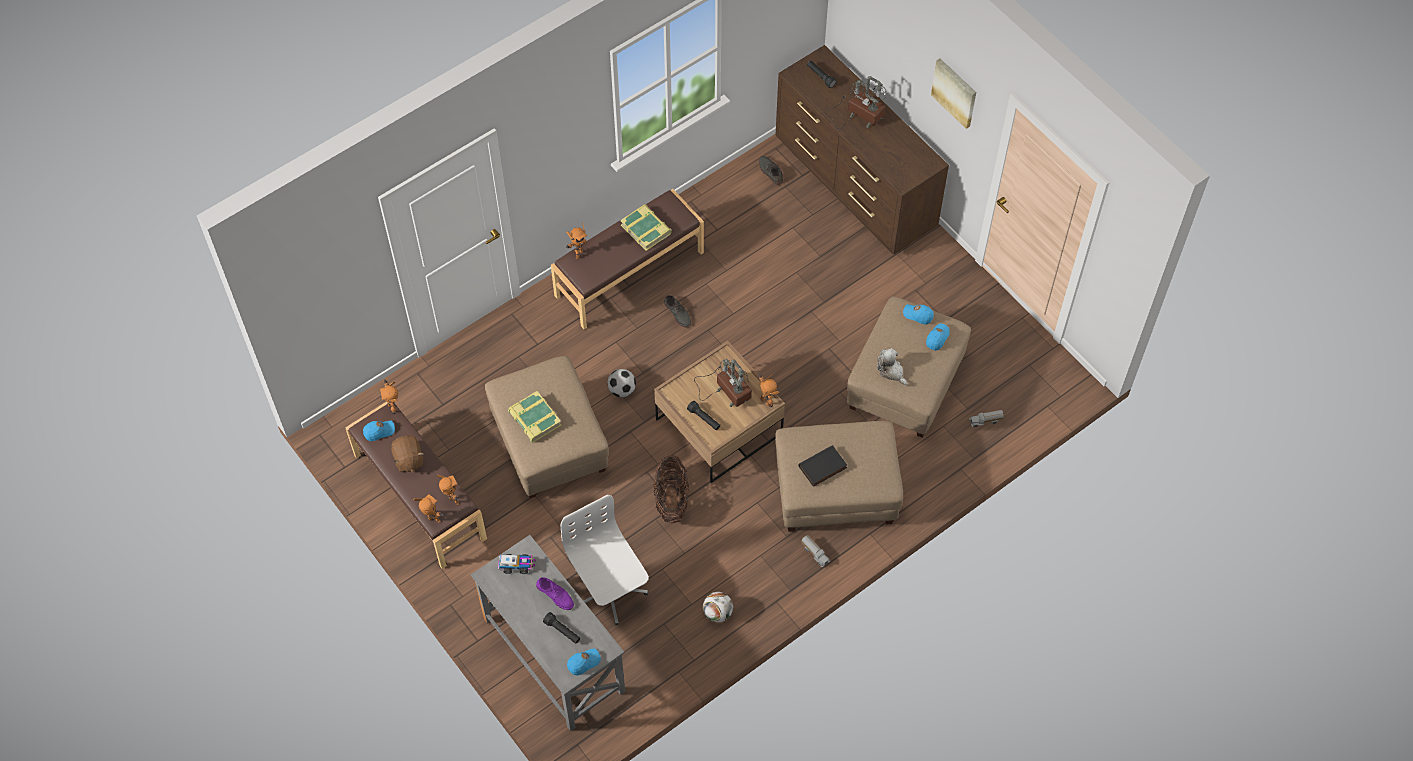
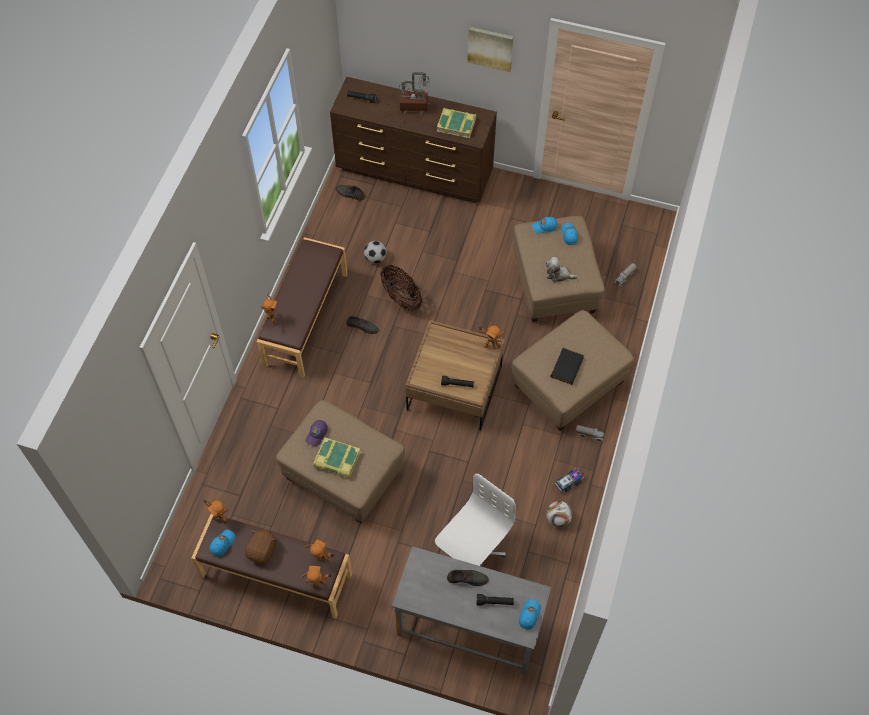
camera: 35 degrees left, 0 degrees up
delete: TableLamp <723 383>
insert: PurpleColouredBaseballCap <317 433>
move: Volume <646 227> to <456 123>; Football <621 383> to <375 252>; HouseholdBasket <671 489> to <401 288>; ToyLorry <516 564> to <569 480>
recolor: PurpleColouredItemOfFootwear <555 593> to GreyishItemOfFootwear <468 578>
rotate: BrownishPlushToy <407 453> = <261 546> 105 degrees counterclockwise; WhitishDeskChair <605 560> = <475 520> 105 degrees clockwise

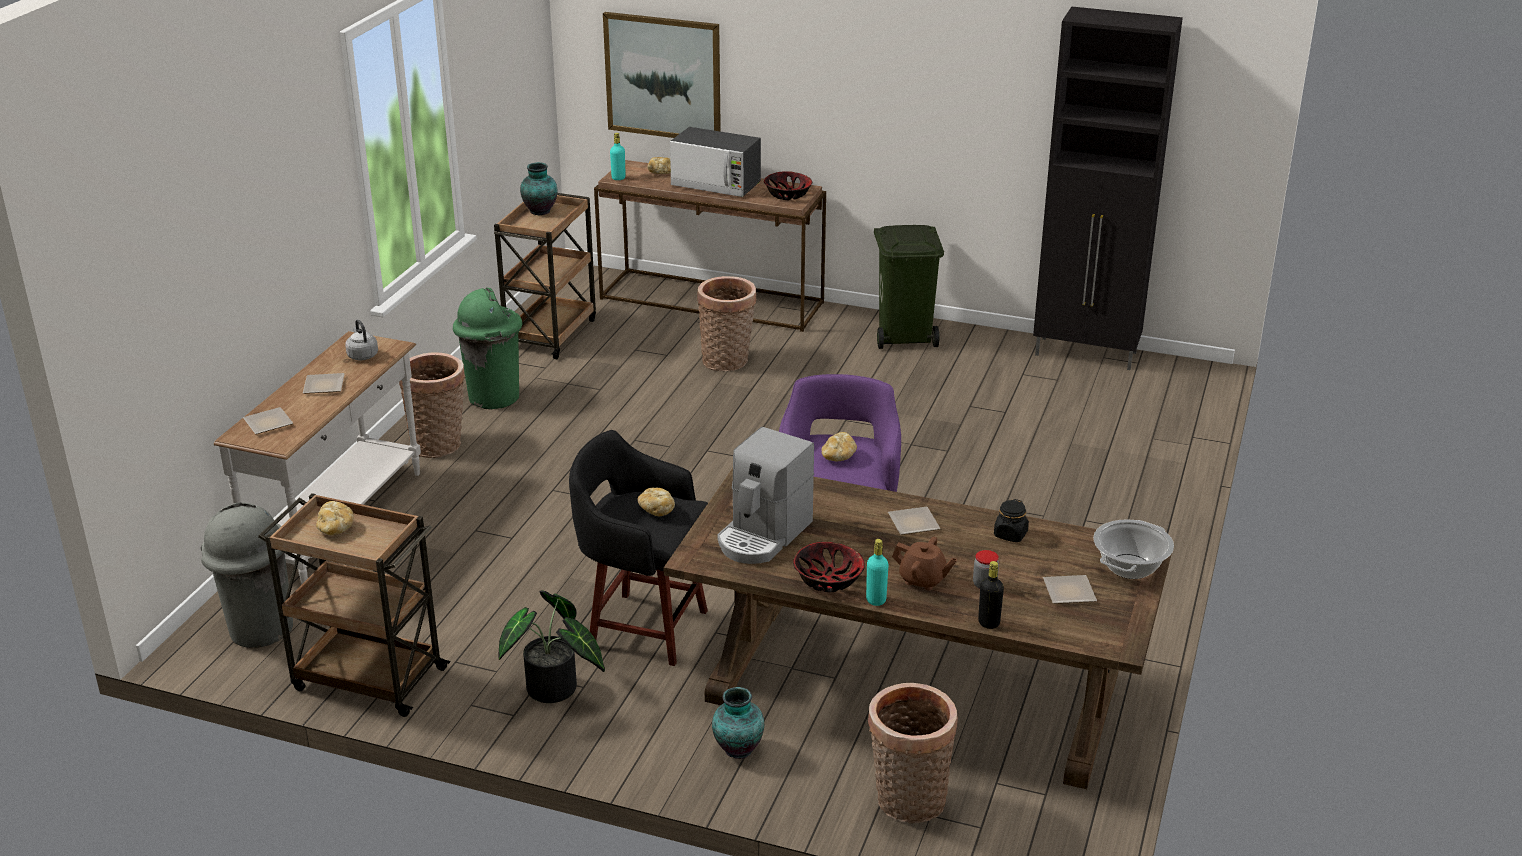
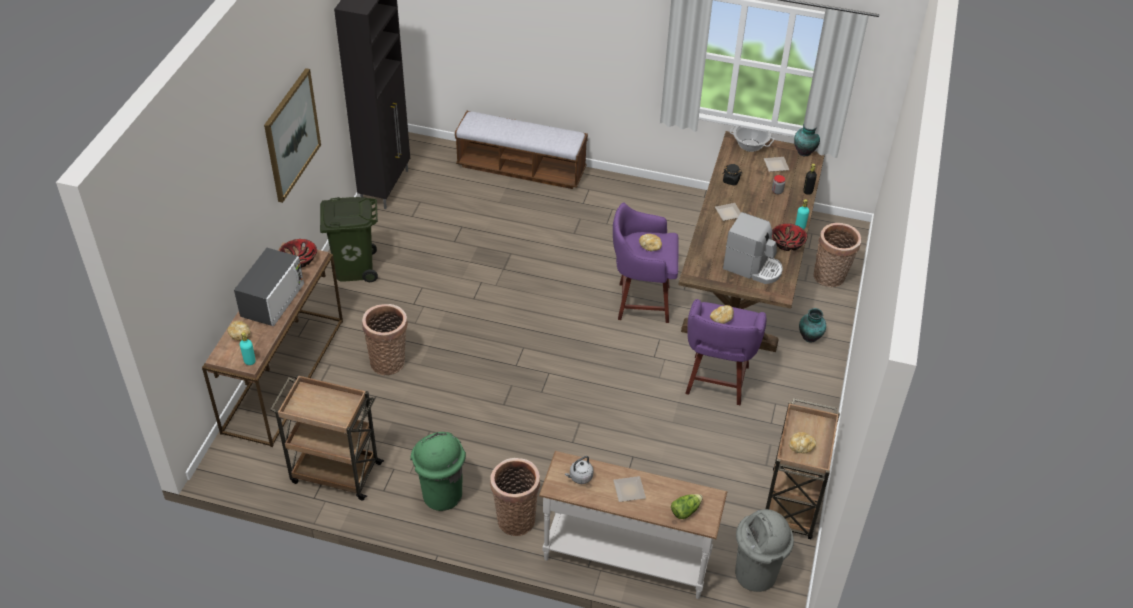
camera: 95 degrees left, 15 degrees up
delete: BrownishTeaPot <924 563>; PlantInAPot <551 646>
insert: IndoorBench <521 150>
move: Picture <662 75> to <292 135>; DecorativeVase <538 188> to <807 139>
replace: DinnerPlate <268 420> to HeadOfLettuce <687 506>
recolor: BlackColouredSittingStool <638 548> to PurpleColouredSittingStool <725 352>

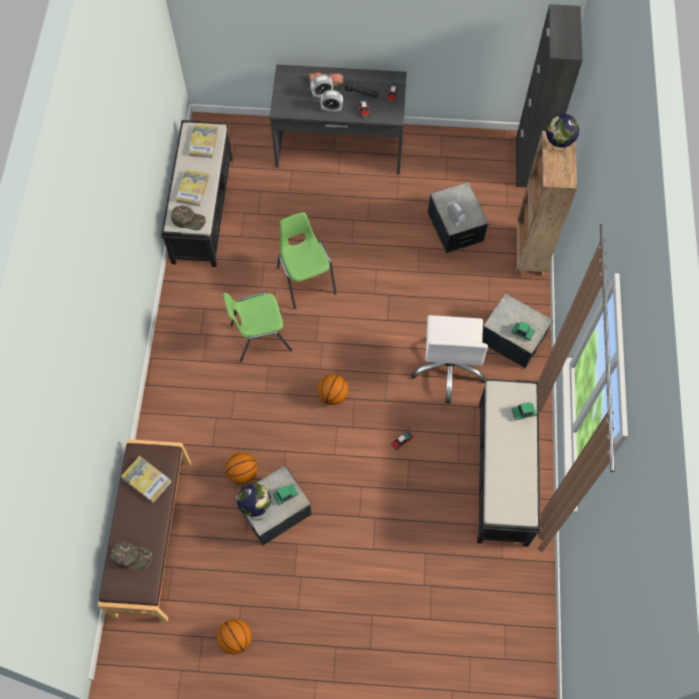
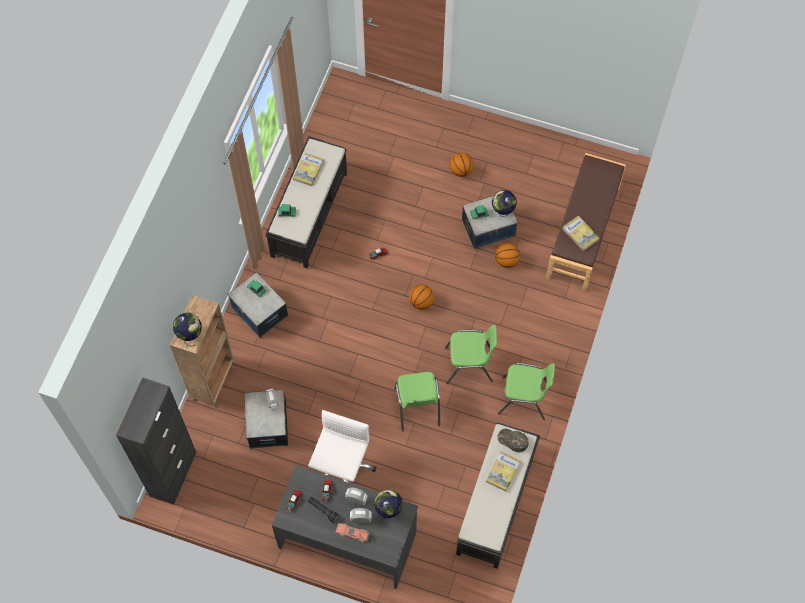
camera: 165 degrees left, 0 degrees up
delete: GreenBaseballCap <131 556>
insert: GreenChair <526 391>; Globe <388 503>
move: Volume <203 141> to <308 169>; WhitishDeskChair <449 359> to <342 446>; BallForBasketball <234 637> to <461 165>

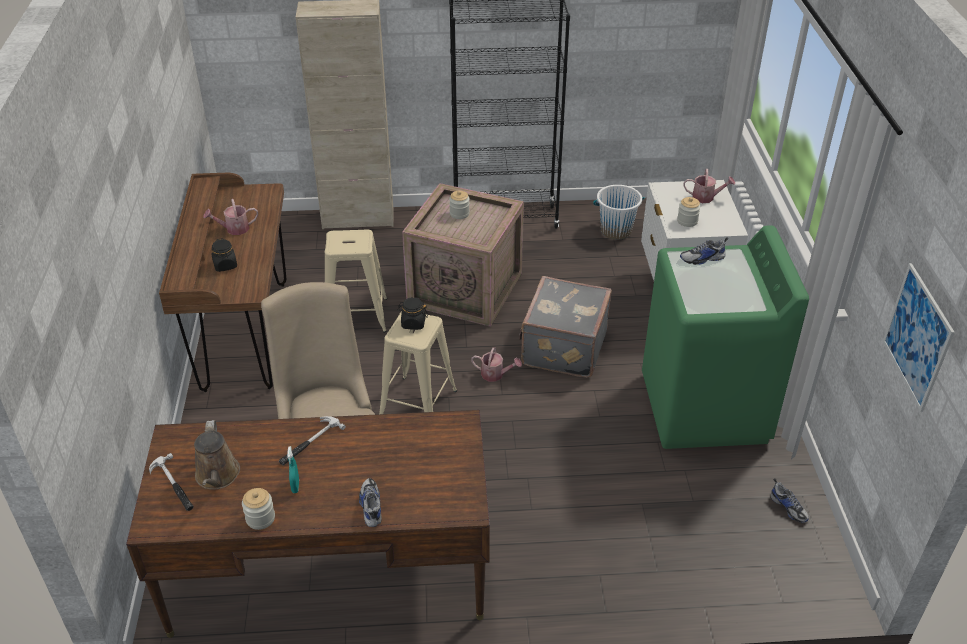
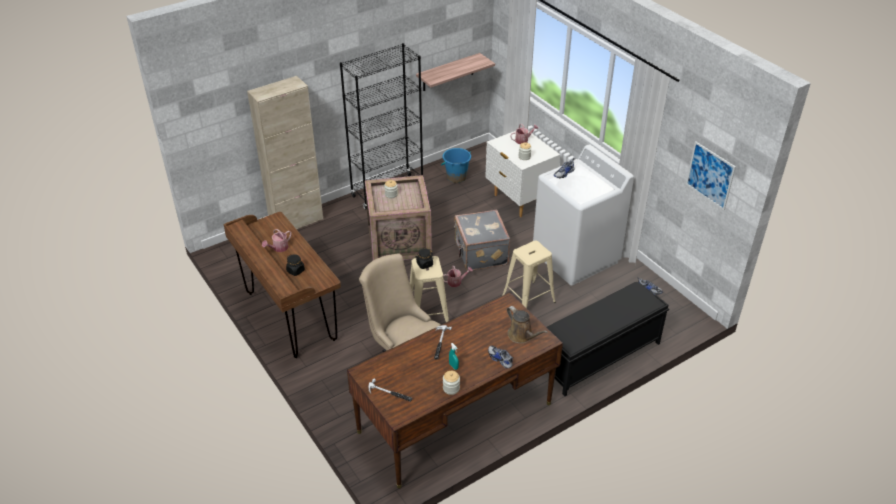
camera: 30 degrees left, 0 degrees up
insert: BracketShelf <455 72>; BlackColouredIndoorBench <608 339>
move: BeigeColouredSittingStool <356 281> to <529 274>; BrownishSprinklingCan <217 455> to <527 324>
recolor: WhitishPail <619 212> to BlueColouredPail <456 165>; GreenLaundryAppliance <725 337> to WhitishLaundryAppliance <583 214>

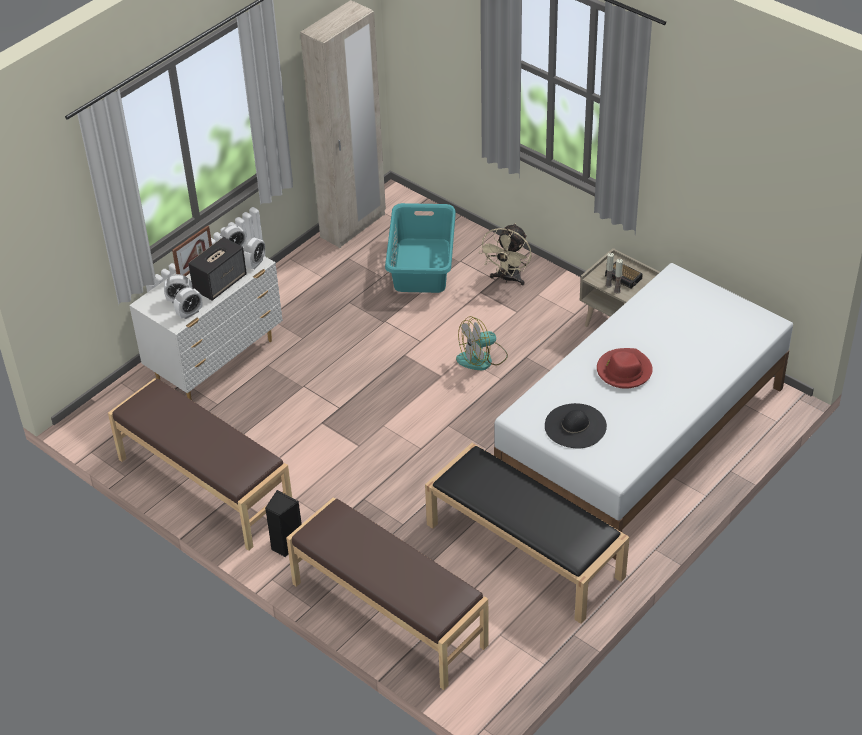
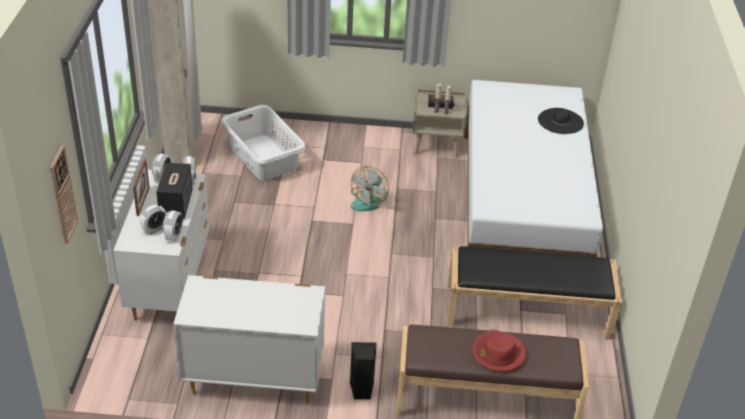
camera: 40 degrees left, 5 degrees down
delete: BeigeColouredFan <505 254>
insert: WallClock <64 194>
move: RedHat <625 368> to <499 351>; BlackColouredHat <576 425> to <561 121>
replace: BrownishIndoorBench <200 464> to WhitishChestOfDrawers <249 339>
recolor: BlueGreenHamper <420 248> to WhitishHamper <263 143>

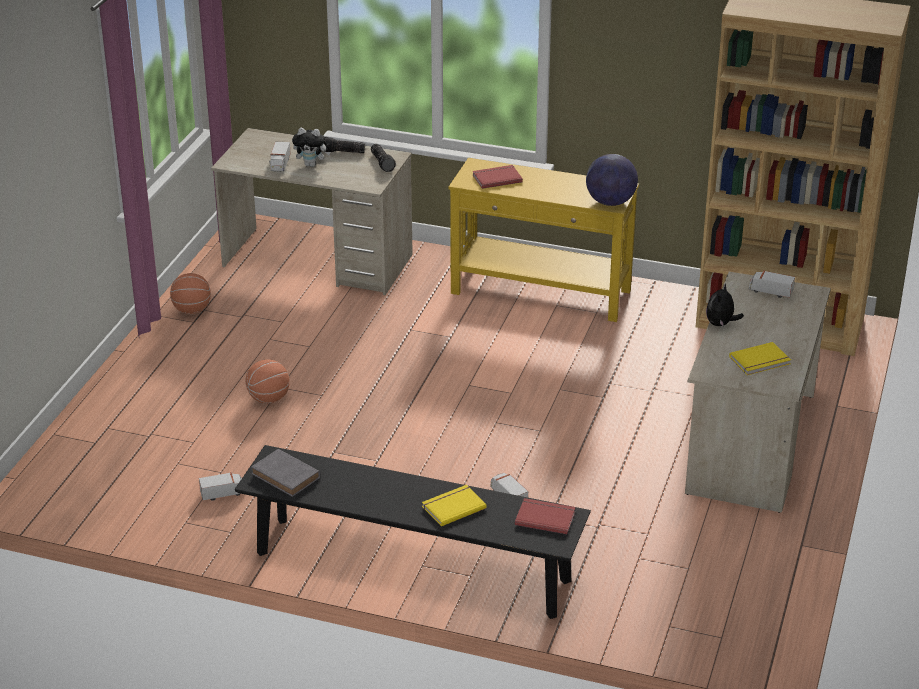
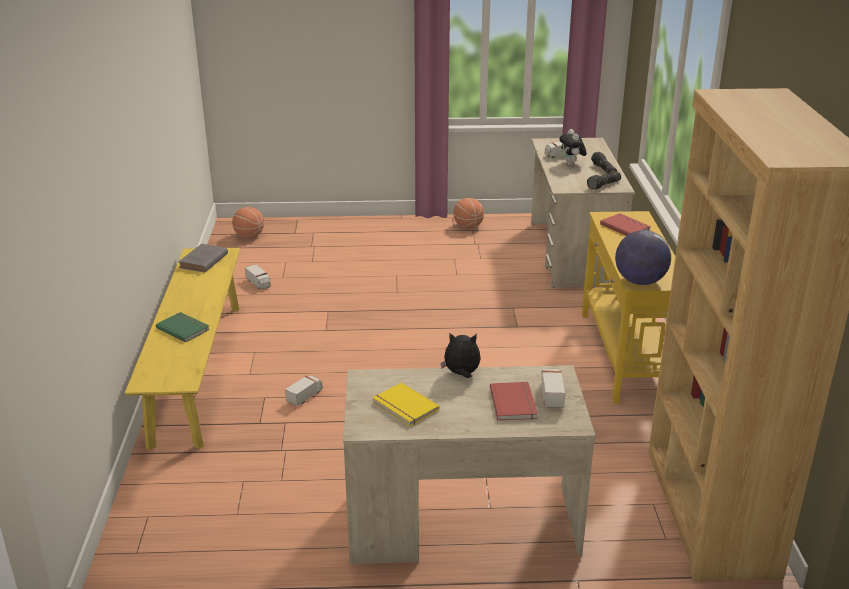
camera: 70 degrees right, 5 degrees down
move: BallForBasketball <268 381> to <248 222>; RedVolume <545 516> to <514 401>
recolor: BlackColouredIndoorBench <413 532> to YellowColouredIndoorBench <182 349>; YellowColouredVolume <454 505> to GreenVolume <183 327>

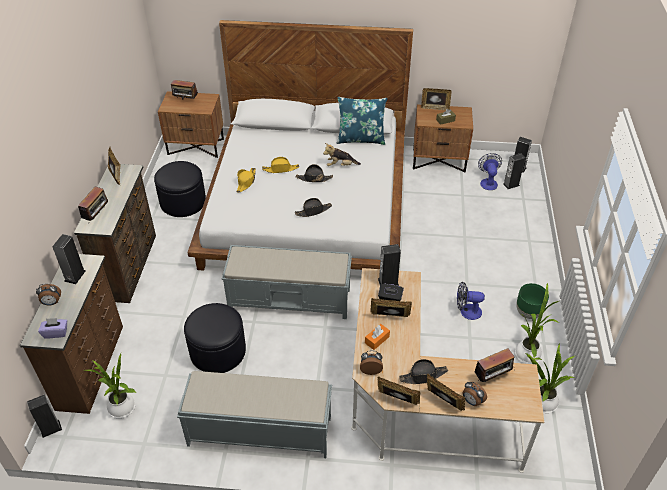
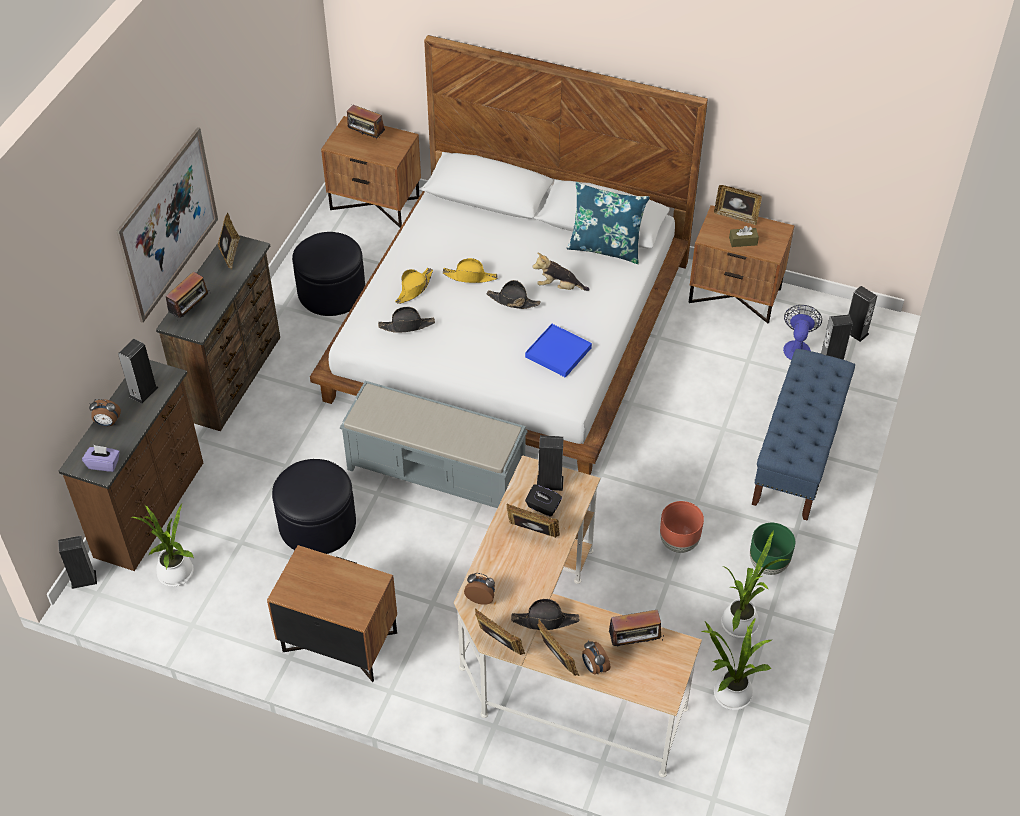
camera: 15 degrees right, 5 degrees up
delete: OrangeBoxOfTissues <377 337>
insert: Picture <167 225>; BlueColouredCarryingTray <558 351>; BlueColouredIndoorBench <803 435>
move: BlackColouredHat <313 207> to <406 320>
replace: Fan <471 300> to BrownishPlanter <682 527>; GreyishIndoorBench <254 414> to BrownishNightTable <332 613>

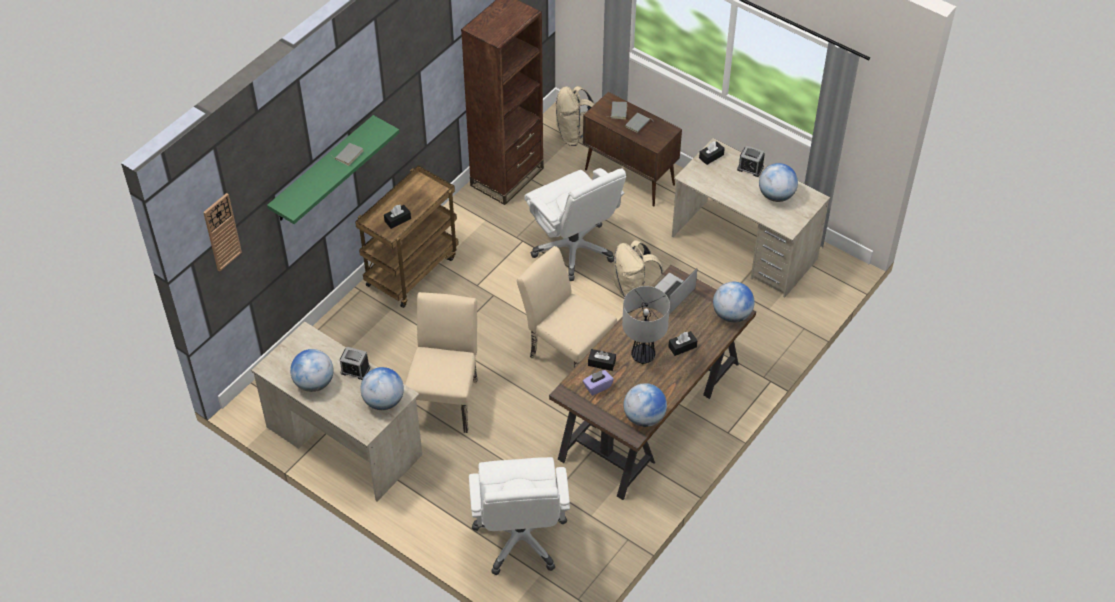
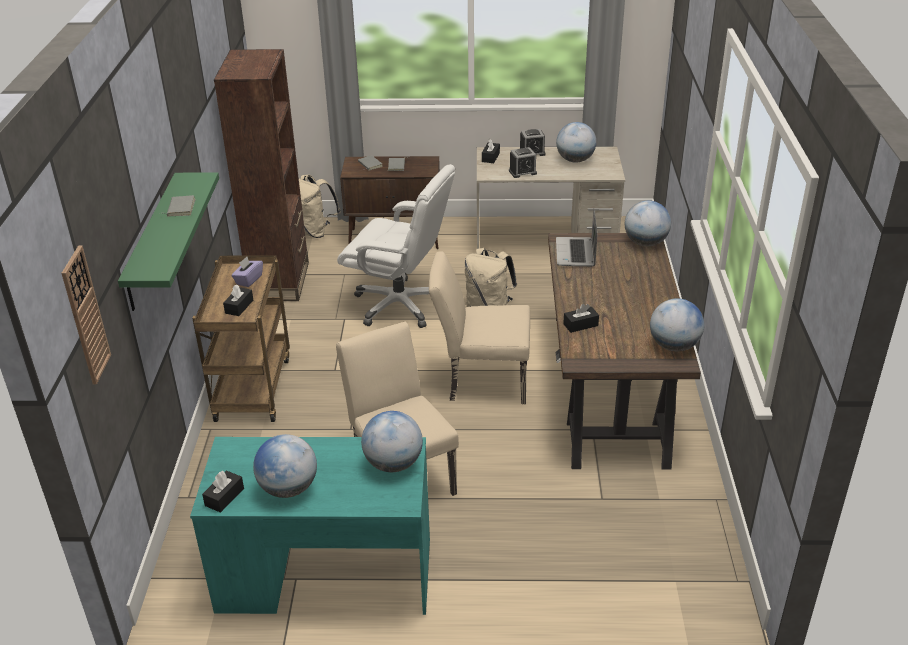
camera: 35 degrees left, 15 degrees down
delete: TableLamp <646 325>; WhitishDeskChair <519 516>
move: BlackColouredBoxOfTissues <682 343> to <223 492>; AlarmClock <355 363> to <523 162>; PurpleColouredBoxOfTissues <598 382> to <247 272>
recolor: BeigeColouredDeskUnit <336 411> to BlueGreenDeskUnit <310 526>

